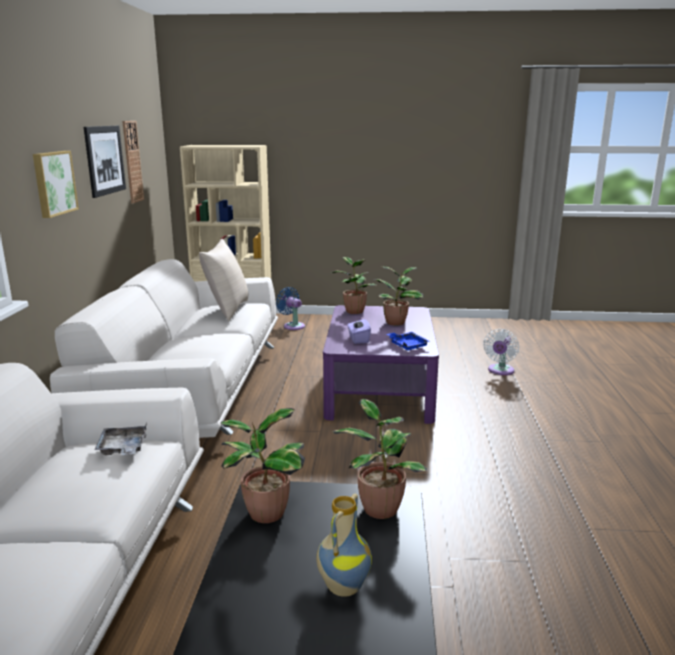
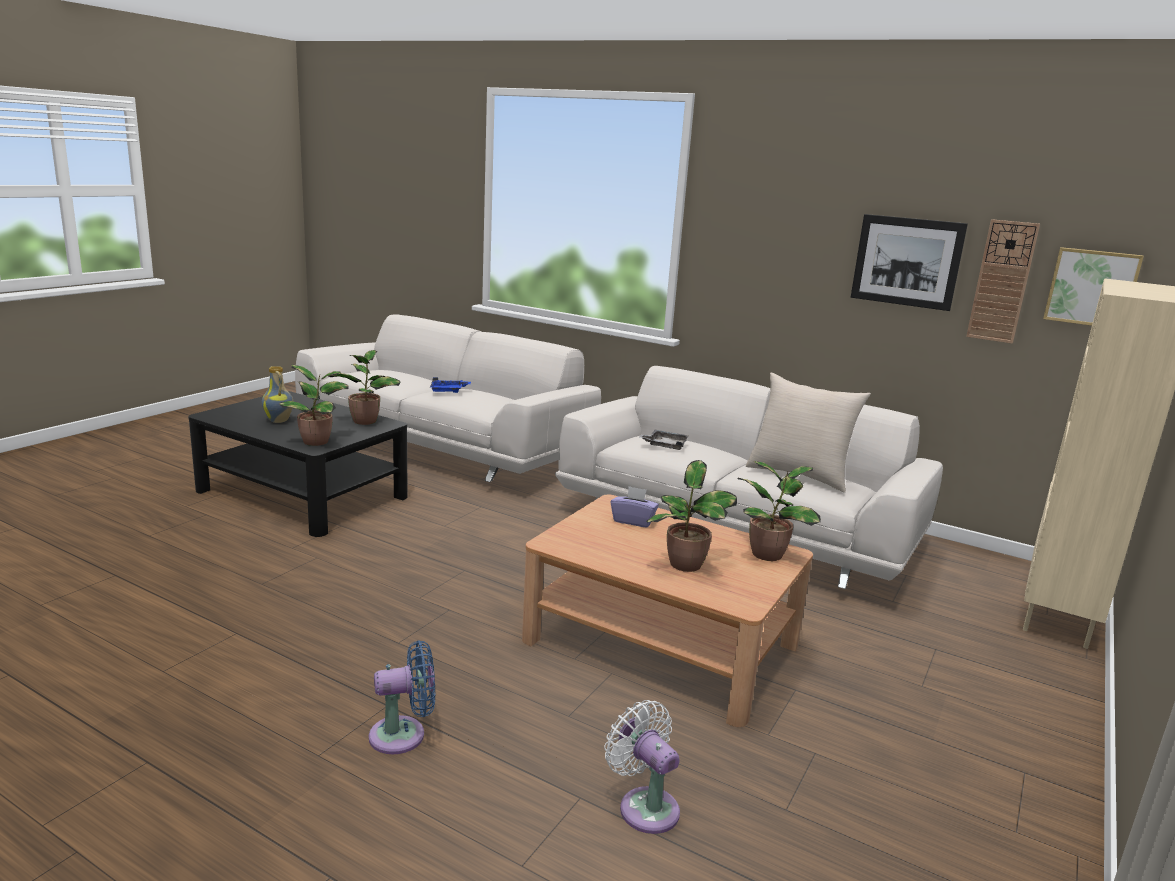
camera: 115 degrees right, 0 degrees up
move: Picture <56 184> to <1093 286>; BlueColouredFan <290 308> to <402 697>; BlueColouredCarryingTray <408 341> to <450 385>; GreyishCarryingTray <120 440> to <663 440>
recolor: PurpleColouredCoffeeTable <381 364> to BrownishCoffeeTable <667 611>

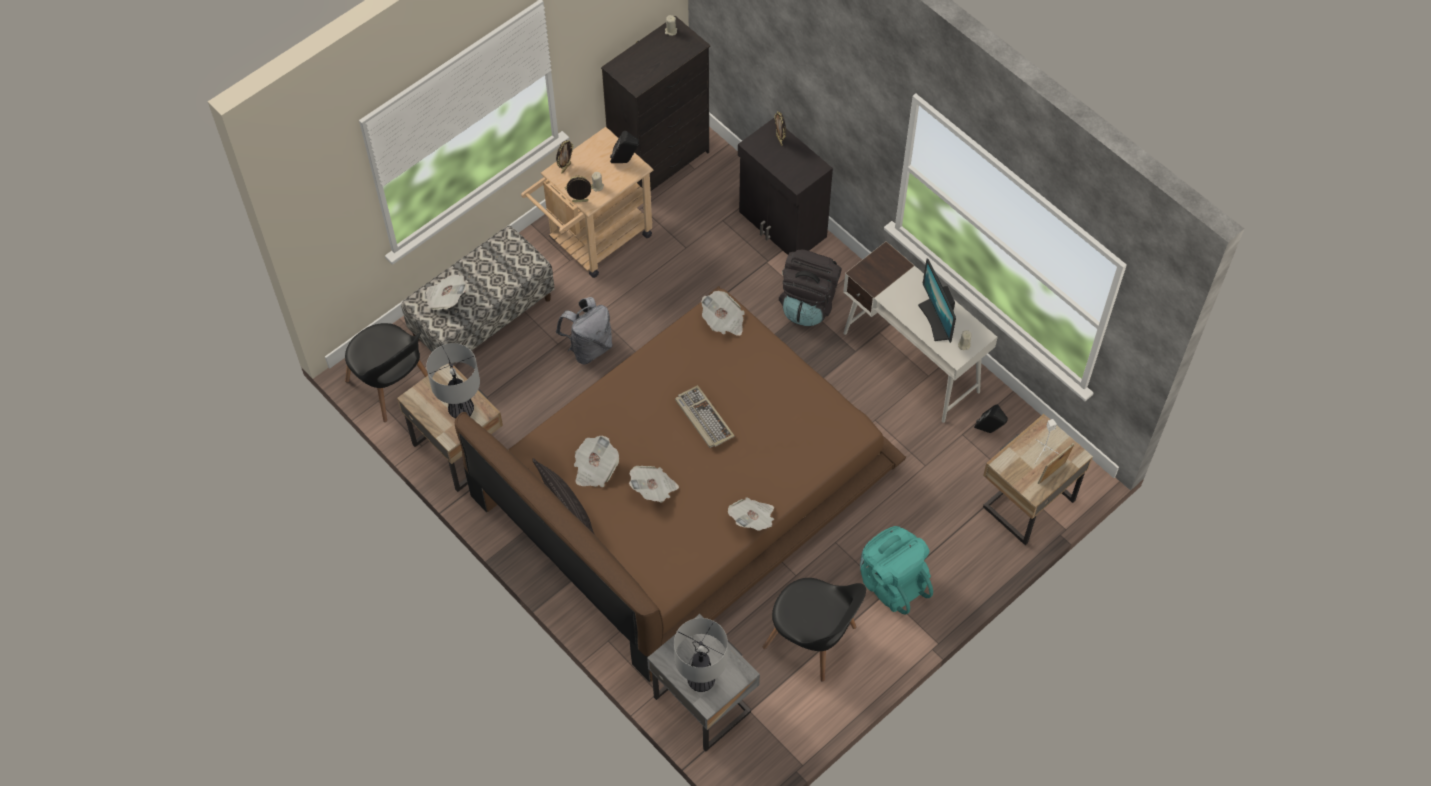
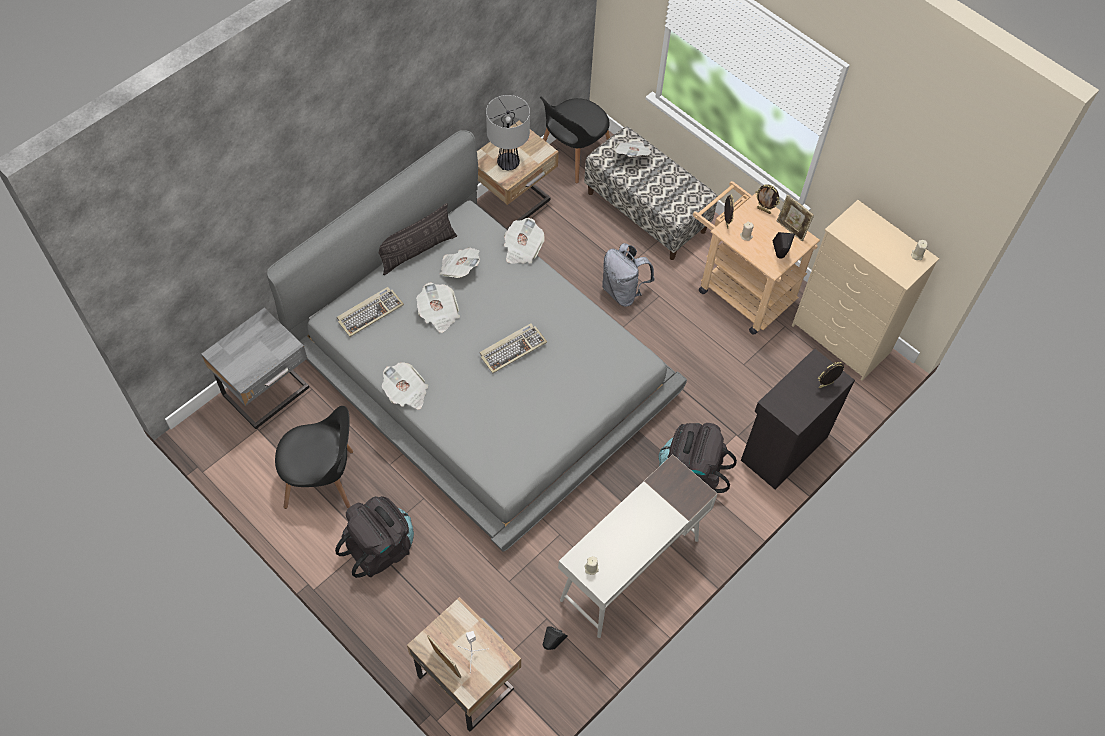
camera: 85 degrees right, 0 degrees up
delete: ComputerDisplay <937 300>; TableLamp <701 655>
insert: PictureFrame <795 217>; PcKeyboard <370 312>
move: DailyPaper <722 313> to <524 241>
recolor: BlackColouredChestOfDrawers <655 103> to BeigeColouredChestOfDrawers <865 290>; BrownishBedroomBed <680 484> to GreyishBedroomBed <477 341>; BlueGreenRucksack <896 570> to BlackColouredRucksack <374 537>
rotate: BlackColouredChair <814 630> = <314 457> 120 degrees counterclockwise

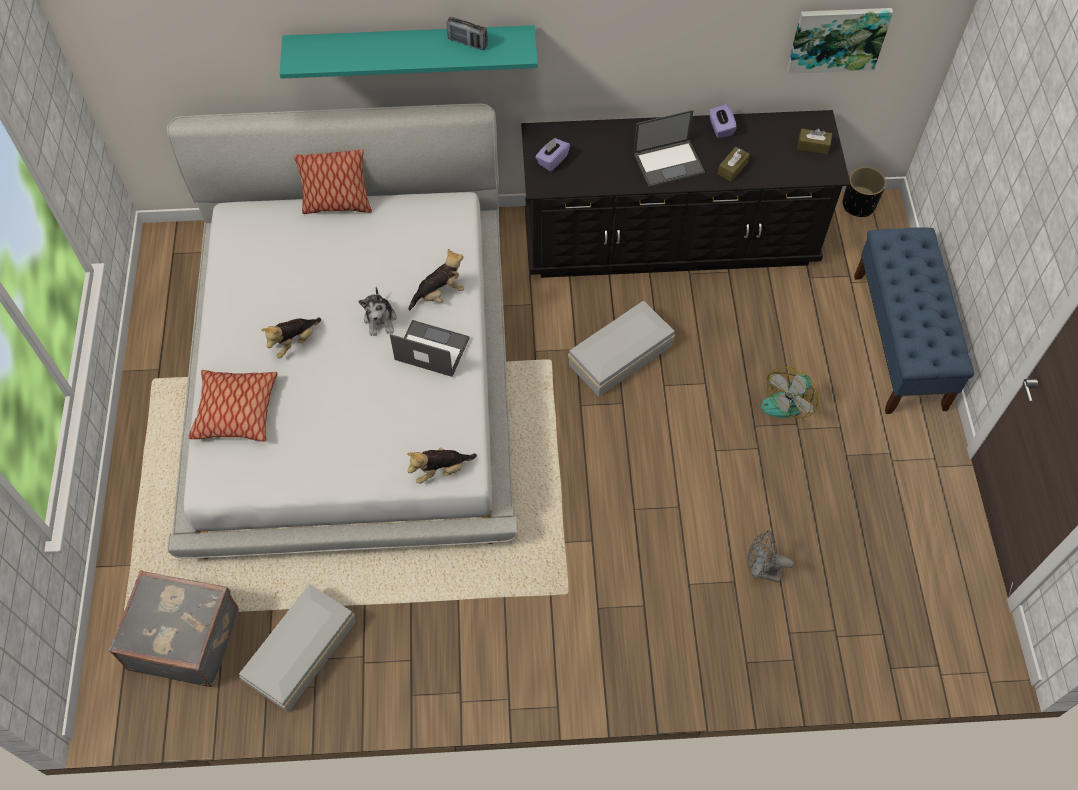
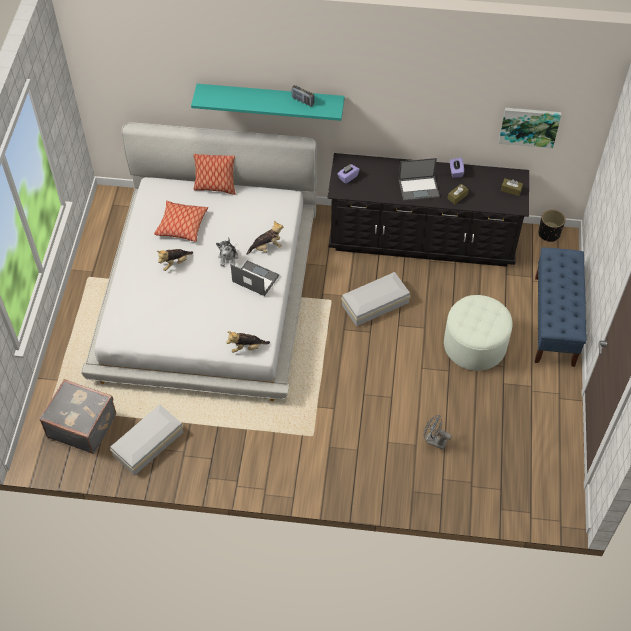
camera: 10 degrees right, 5 degrees down
move: Cushion <232 406> to <181 221>
replace: Fan <789 392> to WhitishPouffe <478 333>

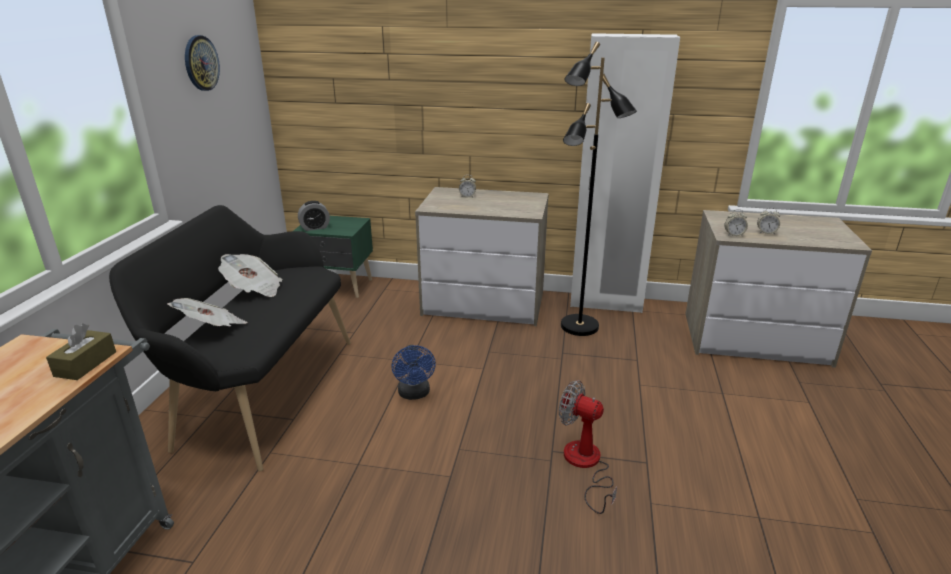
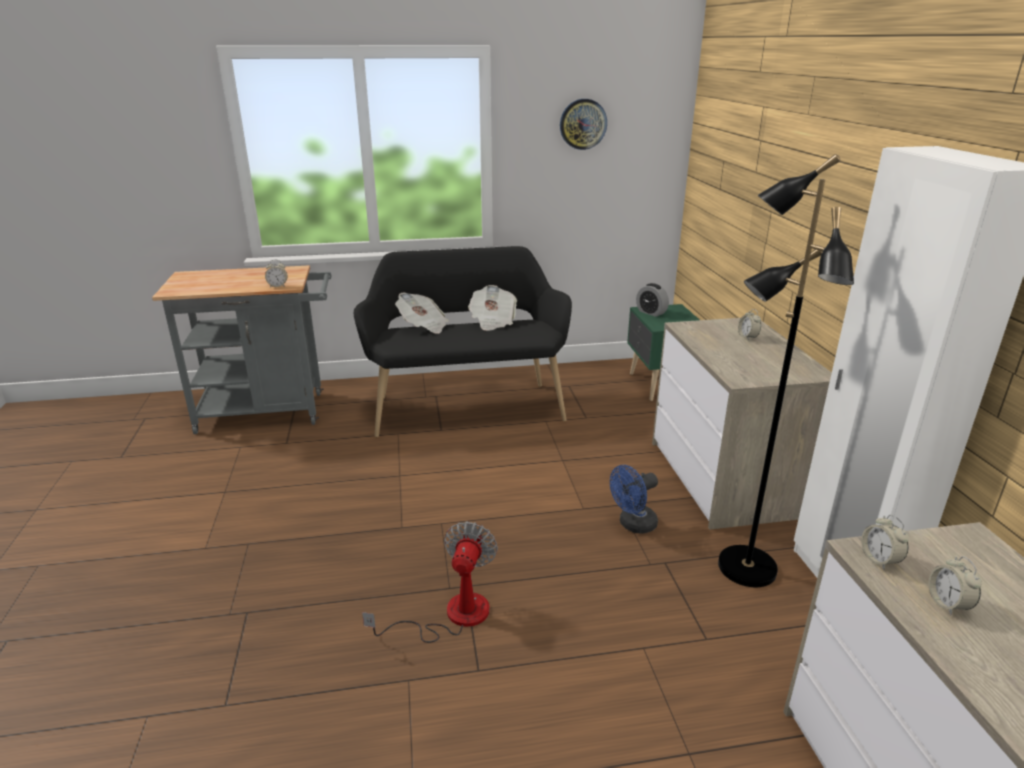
camera: 70 degrees right, 0 degrees up
move: BlueColouredFan <414 372> to <634 499>
replace: BrownishBoxOfTissues <81 352> to AlarmClock <276 273>

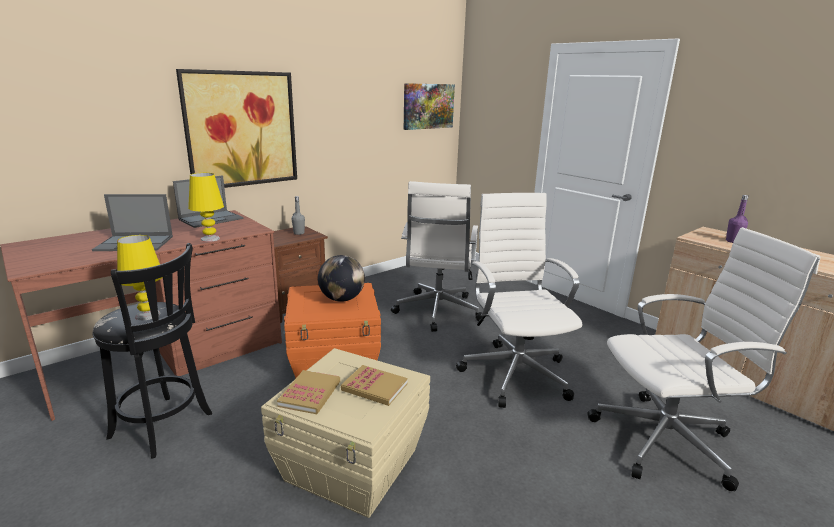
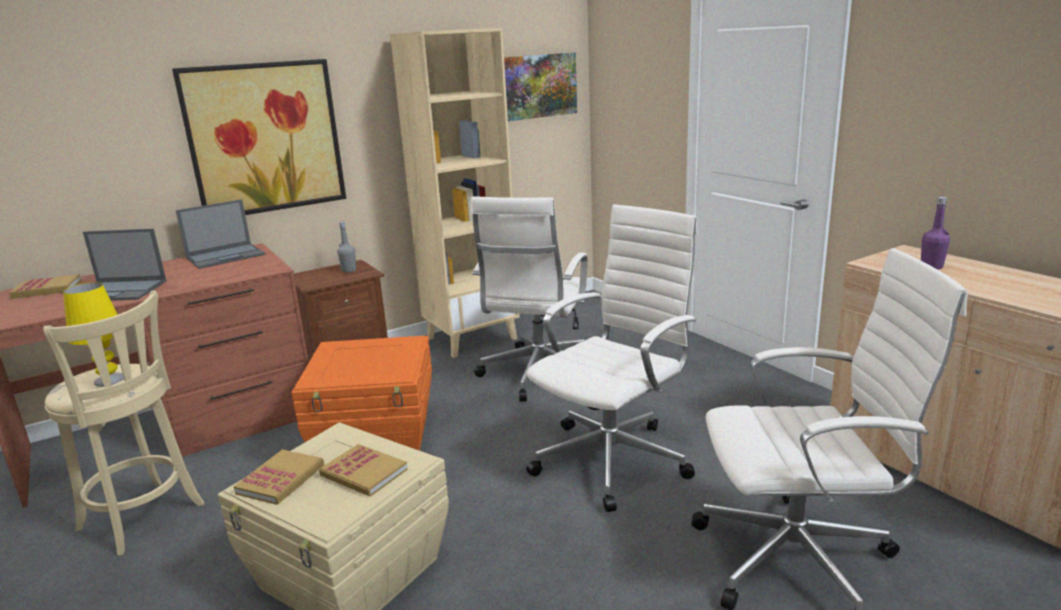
camera: 10 degrees right, 0 degrees up
delete: YellowColouredTableLamp <206 207>; Globe <341 278>
insert: BeigeColouredBookshelf <455 193>; Volume <45 286>
recolor: BlackColouredSittingStool <152 351> to BeigeColouredSittingStool <123 423>
rotate: WhitishDeskChair <519 300> = <611 358> 45 degrees clockwise

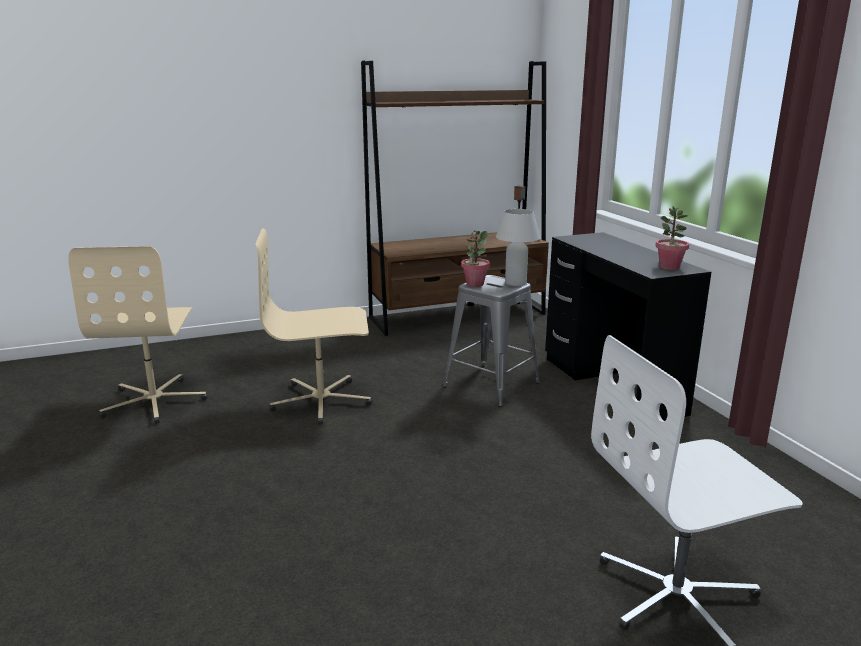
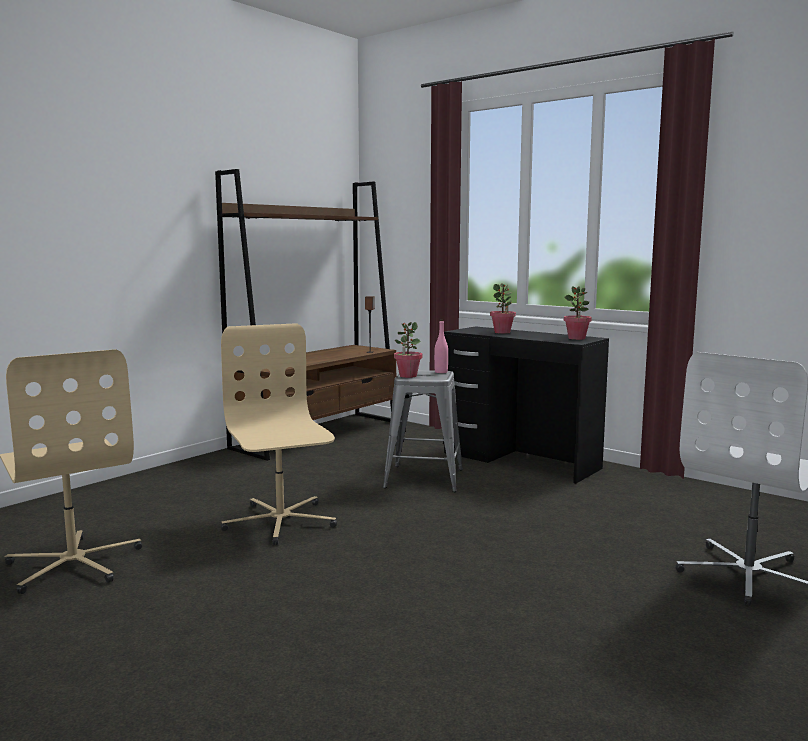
camera: 30 degrees left, 10 degrees down
insert: PlantInAPot <503 308>
replace: WhitishTableLamp <518 247> to PinkDrinkBottle <441 346>
rotate: BeigeColouredDeskChair <313 326> = <279 434> 105 degrees clockwise

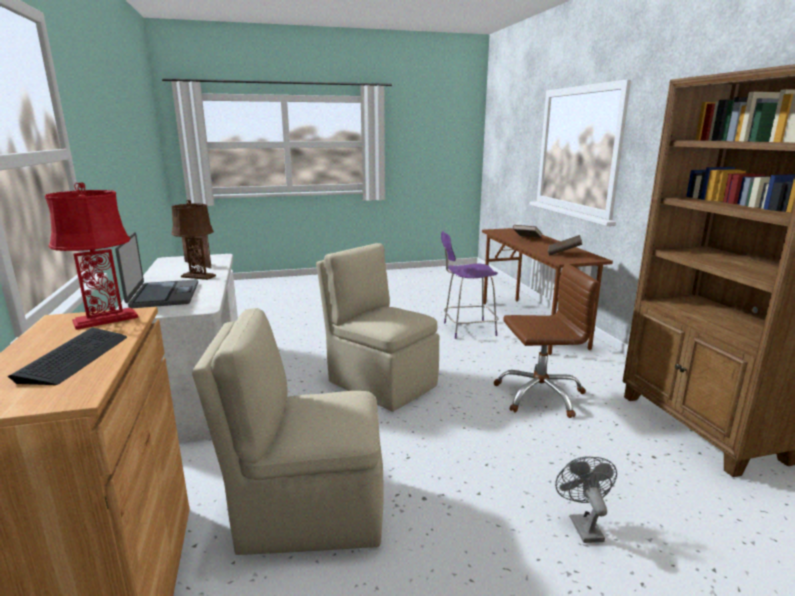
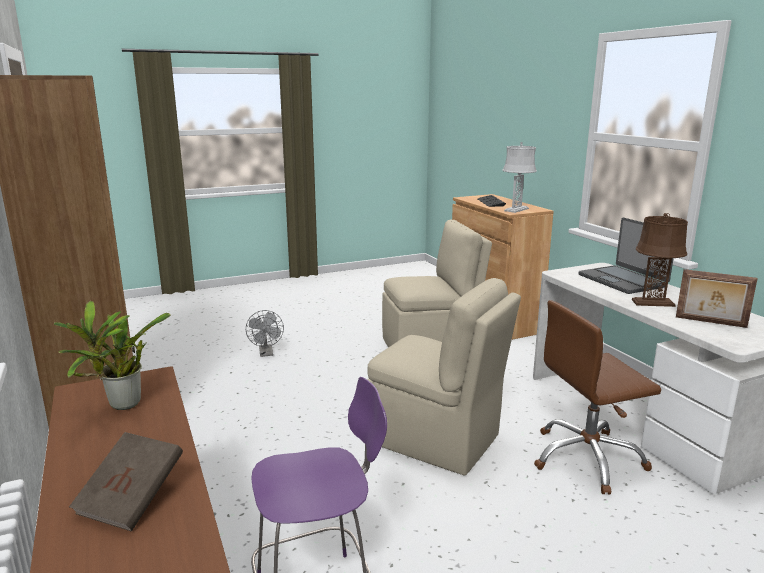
camera: 170 degrees right, 0 degrees up
move: BrownishDeskChair <546 341> to <597 397>
replace: BrownishVolume <565 245> to PlantInAPot <112 355>
recolor: RedTableLamp <91 256> to GreyishTableLamp <519 177>

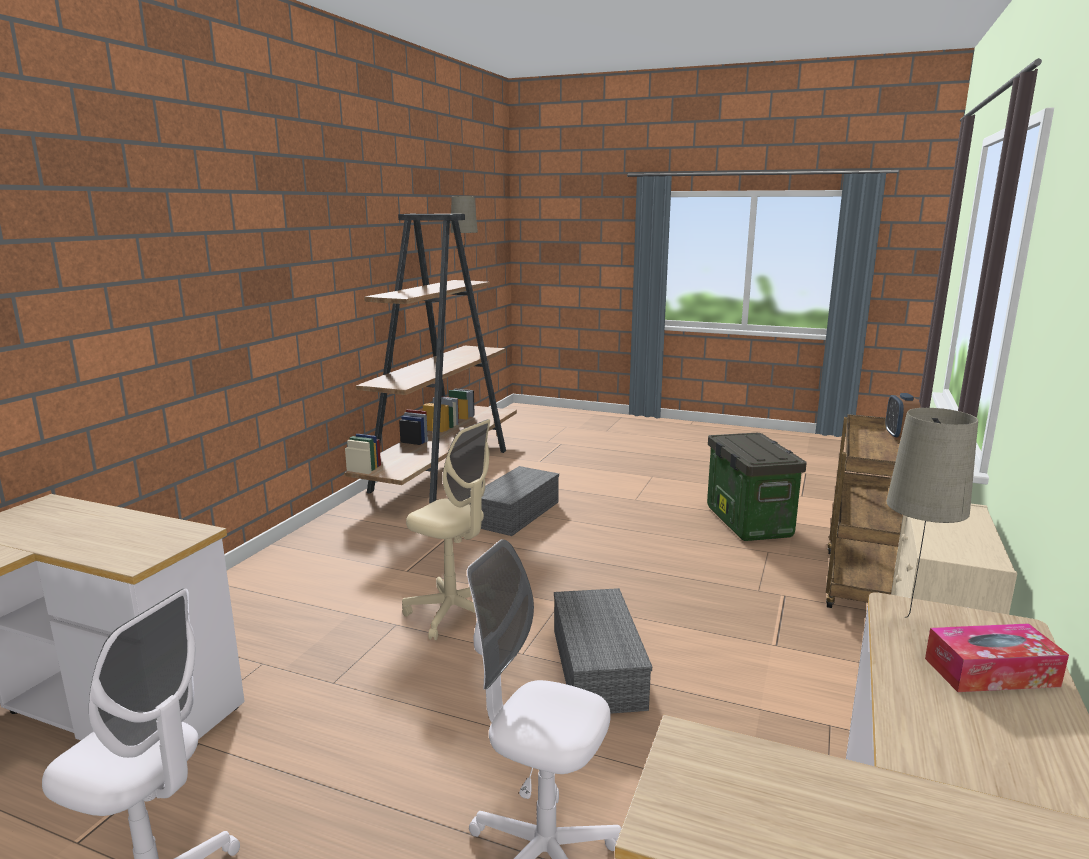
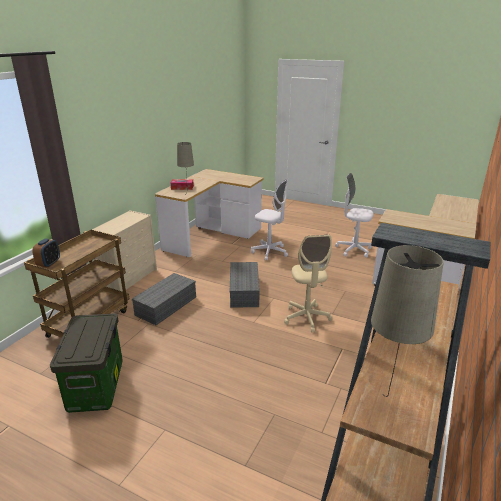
camera: 175 degrees left, 10 degrees up
move: GreyishStorageContainer <514 501> to <164 299>
rotate: BeigeColouredDeskChair <446 529> = <308 284> 135 degrees counterclockwise

